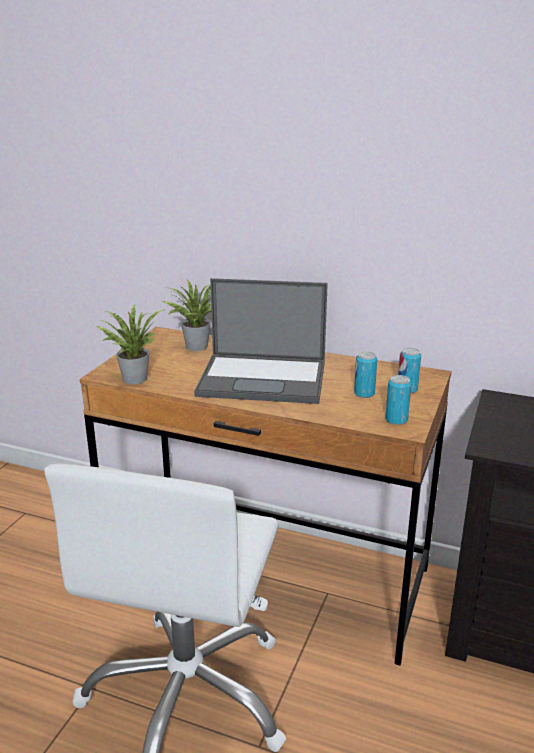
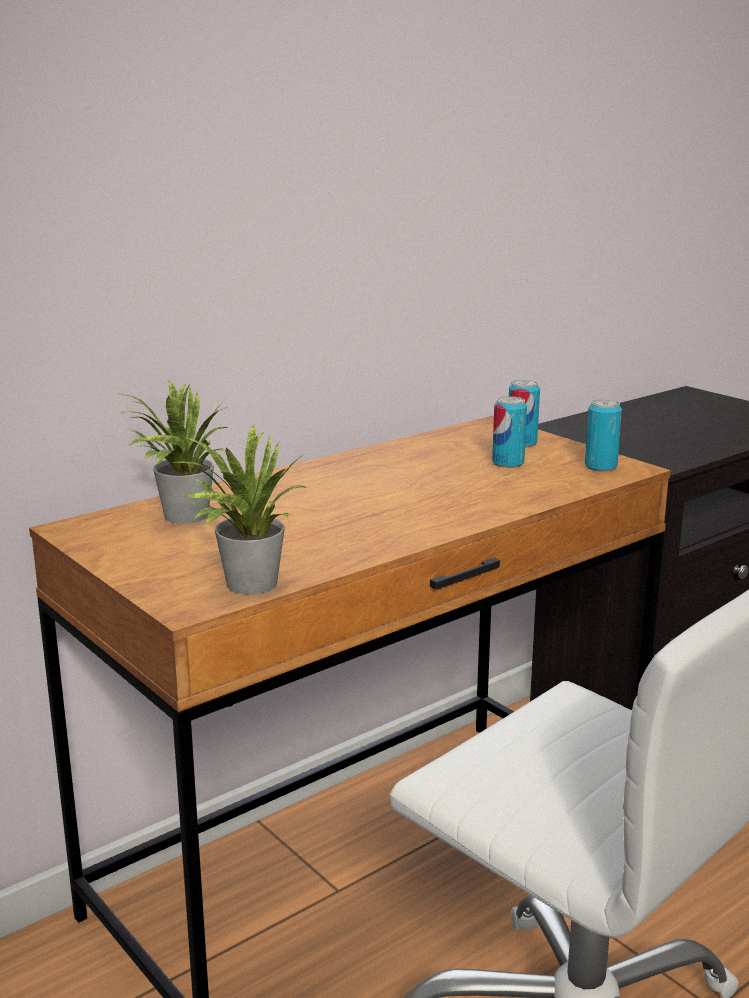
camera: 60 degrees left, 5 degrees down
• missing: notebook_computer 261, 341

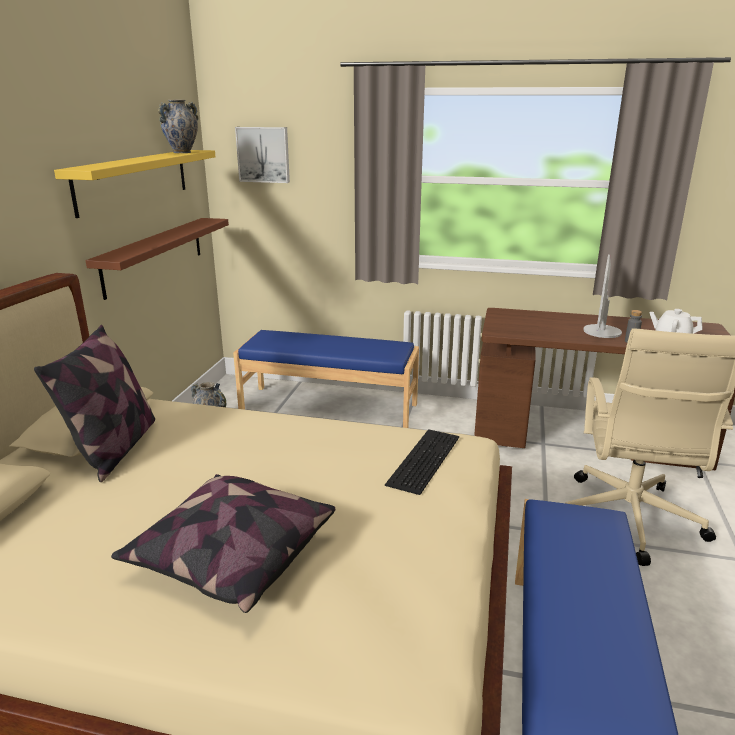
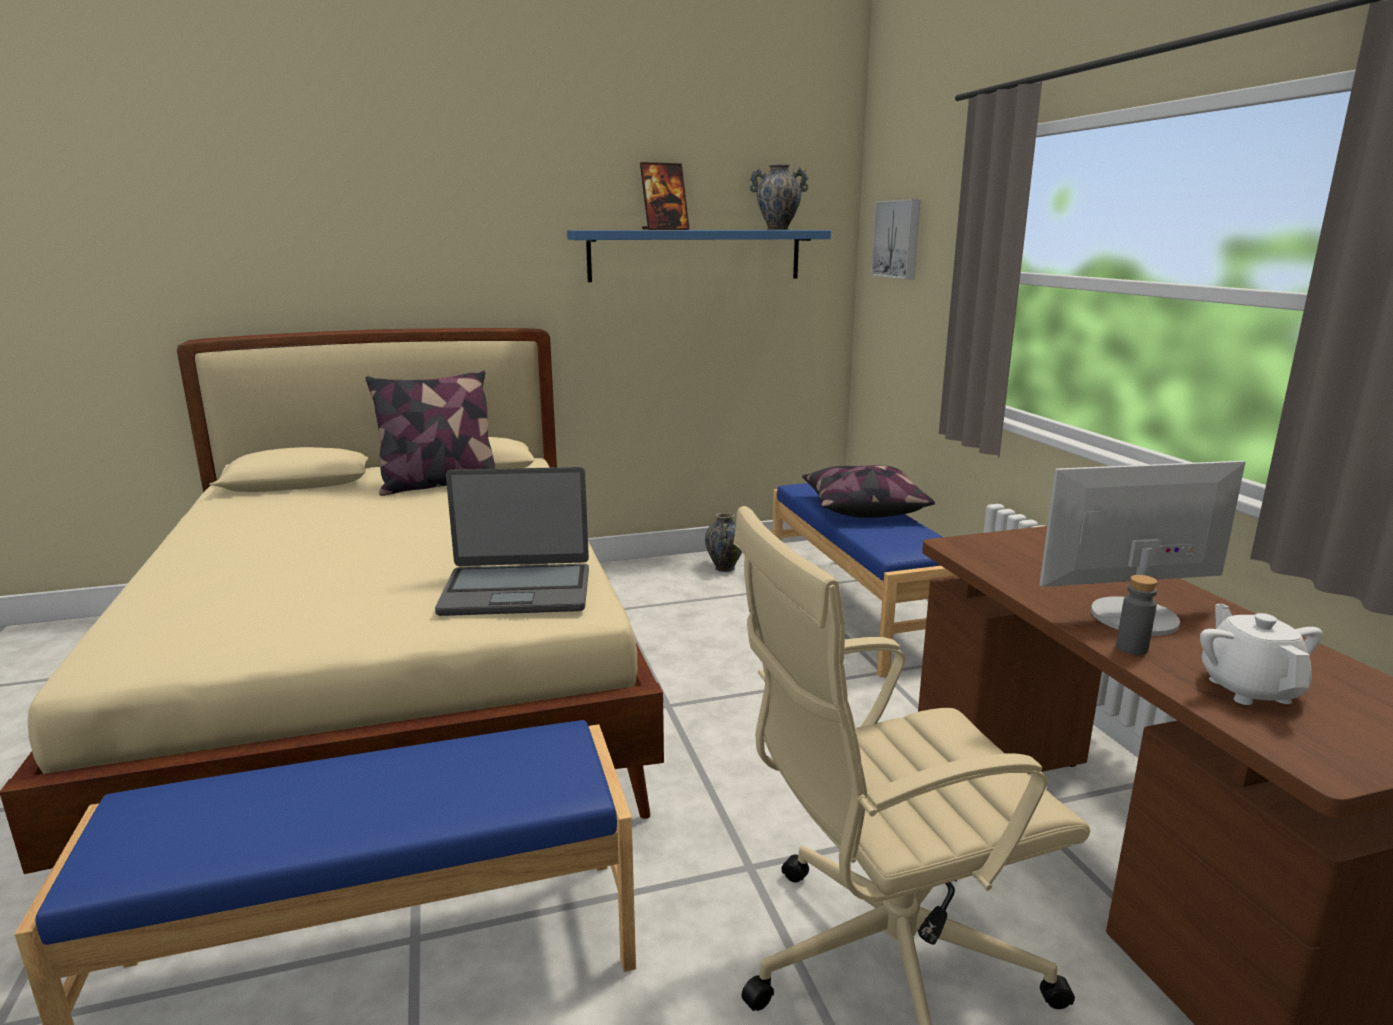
camera: 60 degrees right, 5 degrees down
• colour: yellow_wall_shelf 134, 184 to blue-coloured_wall_shelf 699, 256
• missing: brownish_wall_shelf 157, 259
• exchanged: PC_keyboard 422, 462 to notebook_computer 512, 541
• relocated: pillow 223, 543 to 868, 491
• appeared: standing_frame 665, 196

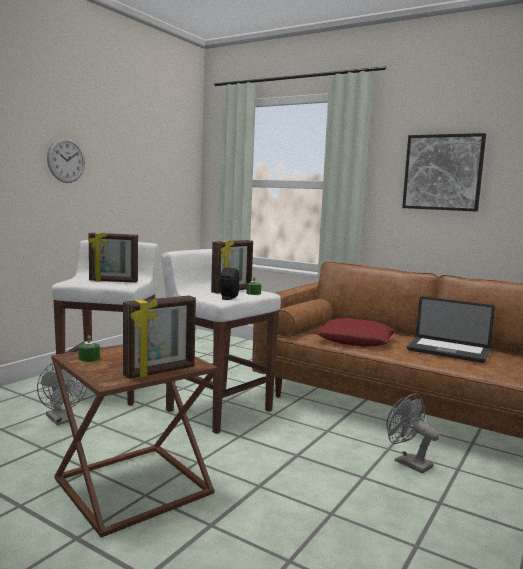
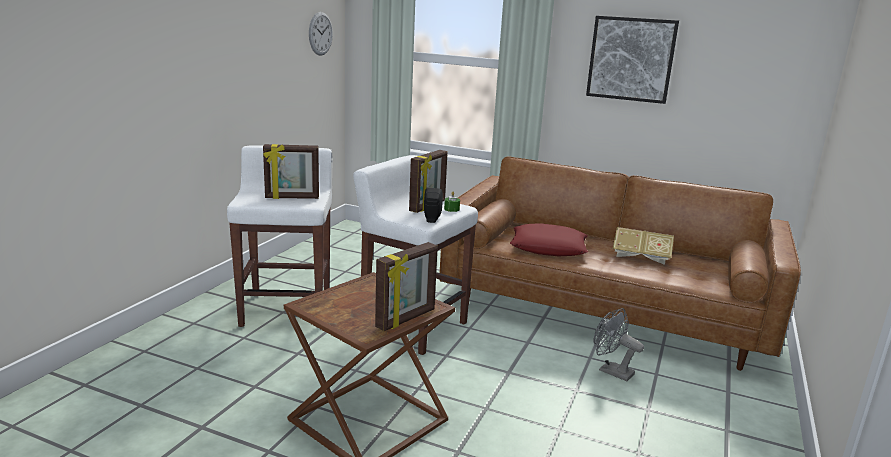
camera: 10 degrees left, 10 degrees up
• relocated: wall_clock 66, 160 to 321, 34
• exchanged: notebook_computer 451, 330 to volume 643, 246
• missing: green-coloured_wax_candle 89, 348
• missing: gray_fan 62, 394

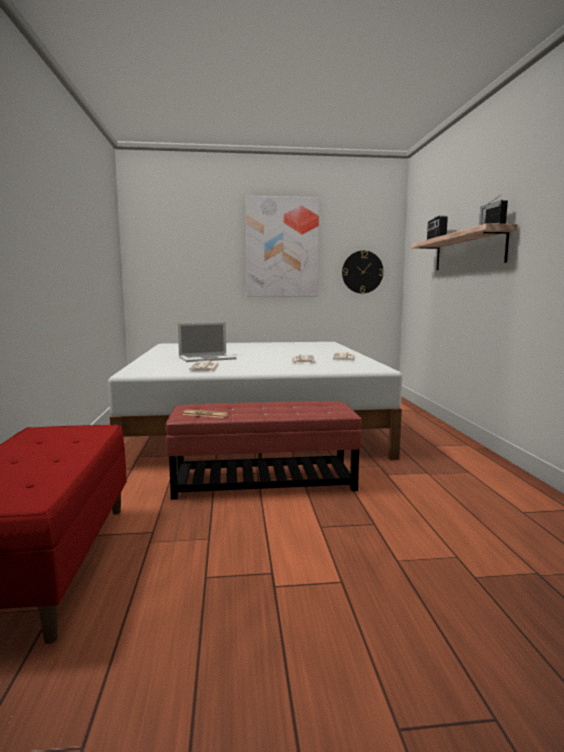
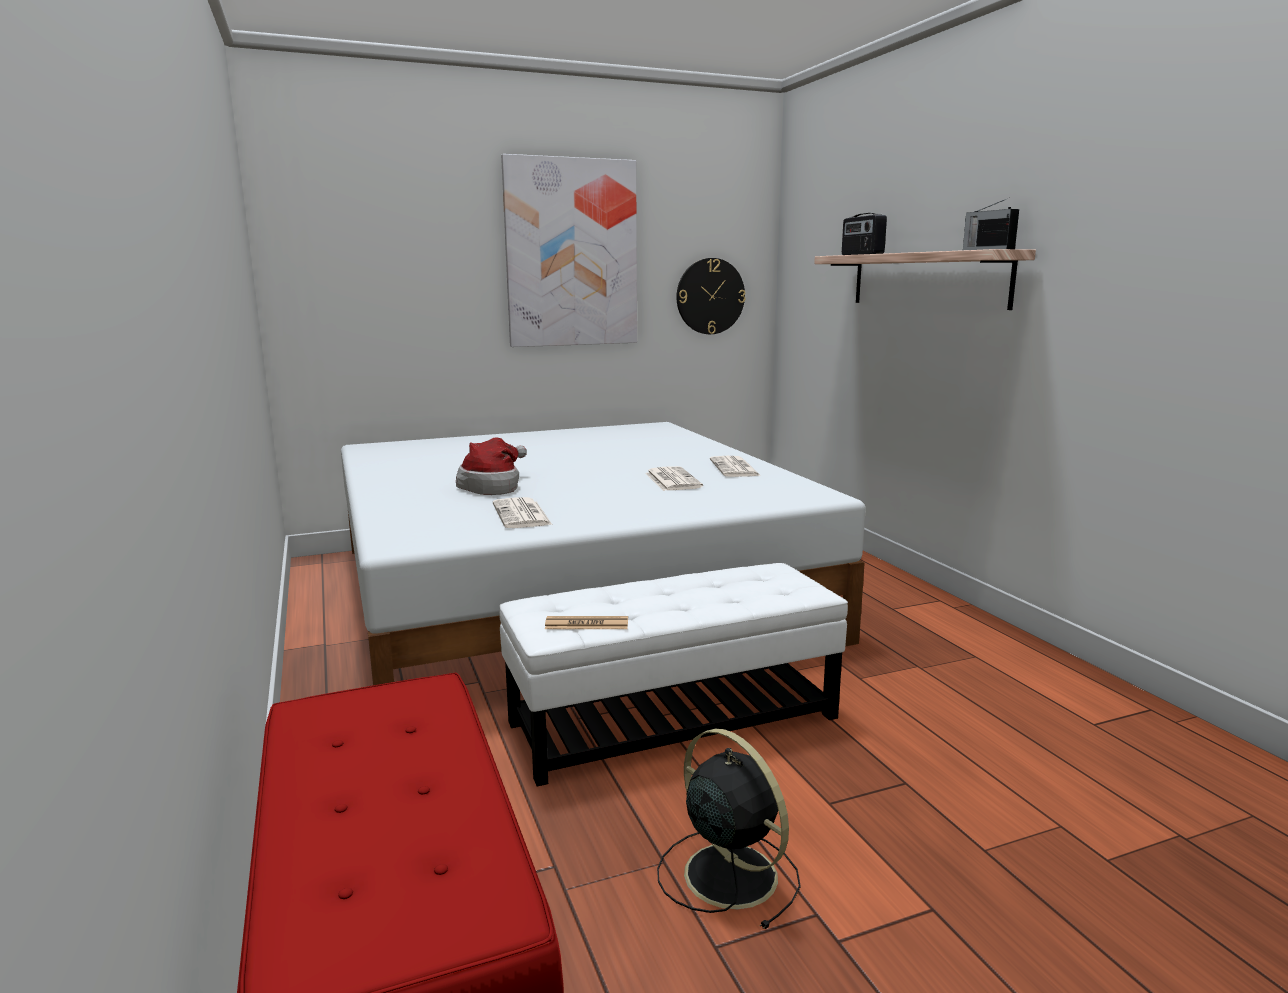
camera: 15 degrees left, 5 degrees up
• exchanged: notebook_computer 207, 342 to hat 491, 466
• colour: red-coloured_ottoman 263, 450 to white-coloured_ottoman 673, 674
• appeared: black-coloured_fan 729, 829

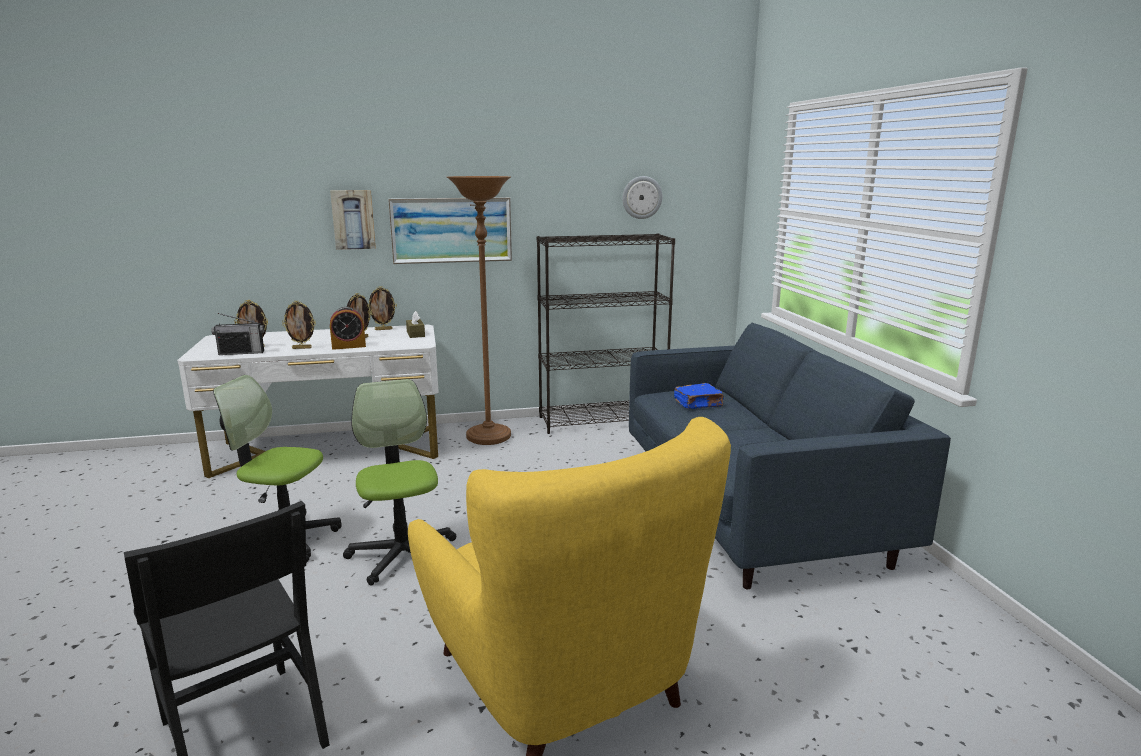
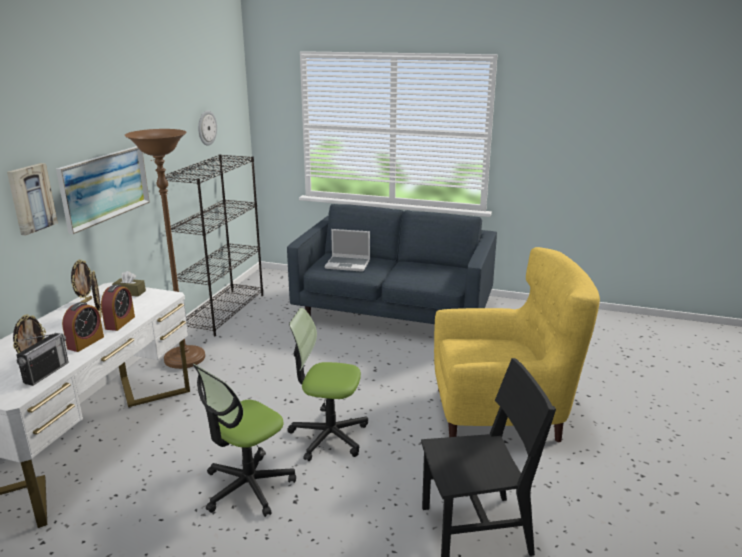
camera: 60 degrees left, 5 degrees up
• exchanged: standing_frame 299, 324 to alarm_clock 83, 327
• exchanged: blue-coloured_volume 699, 396 to notebook_computer 347, 250

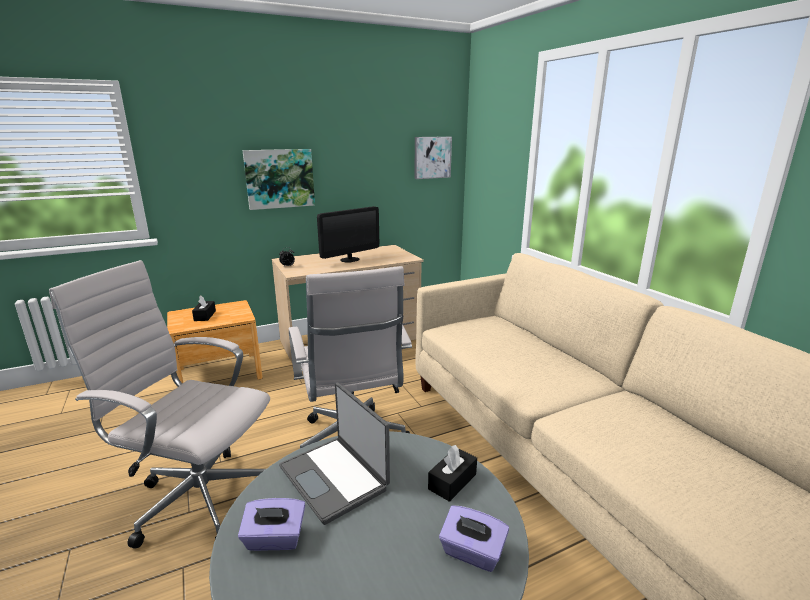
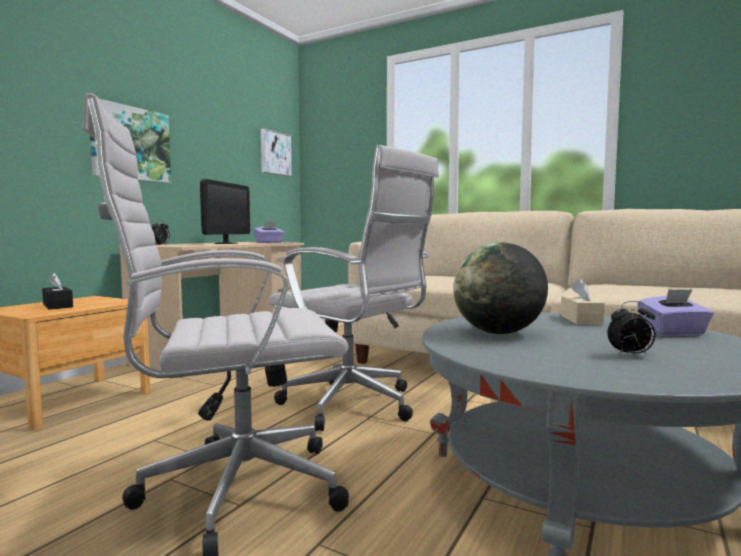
camera: 35 degrees left, 15 degrees down
• exchanged: notebook_computer 334, 454 to desk_globe 500, 288
• colour: black-coloured_tissue_holder 452, 473 to beige-coloured_tissue_holder 583, 302
• relocated: purplish_tissue_holder 271, 524 to 269, 232
• appeared: alarm_clock 631, 328

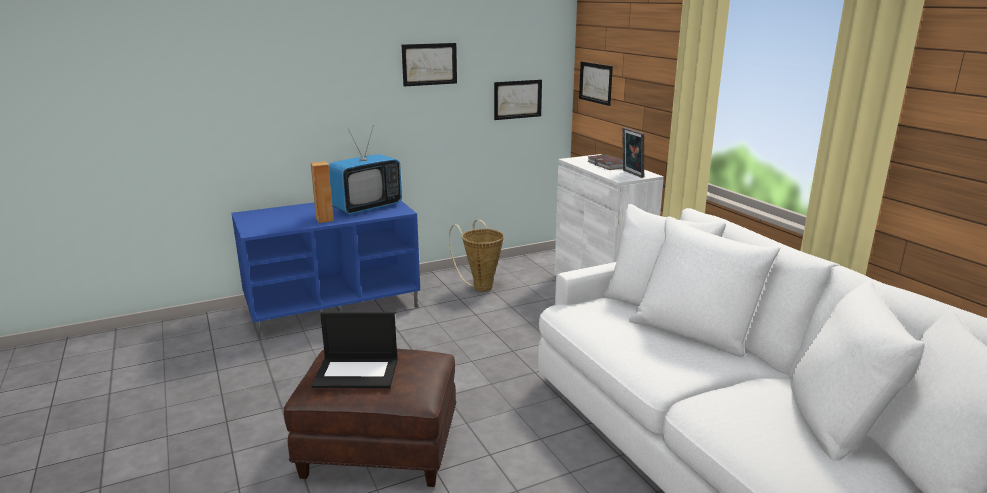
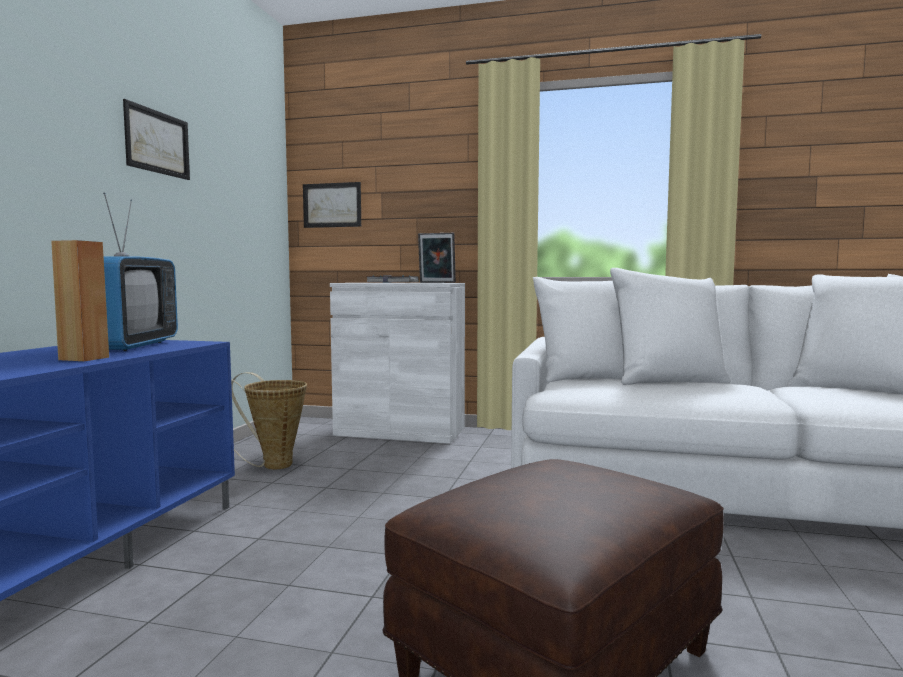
camera: 50 degrees left, 15 degrees down
• missing: picture 518, 99
• missing: notebook_computer 355, 350

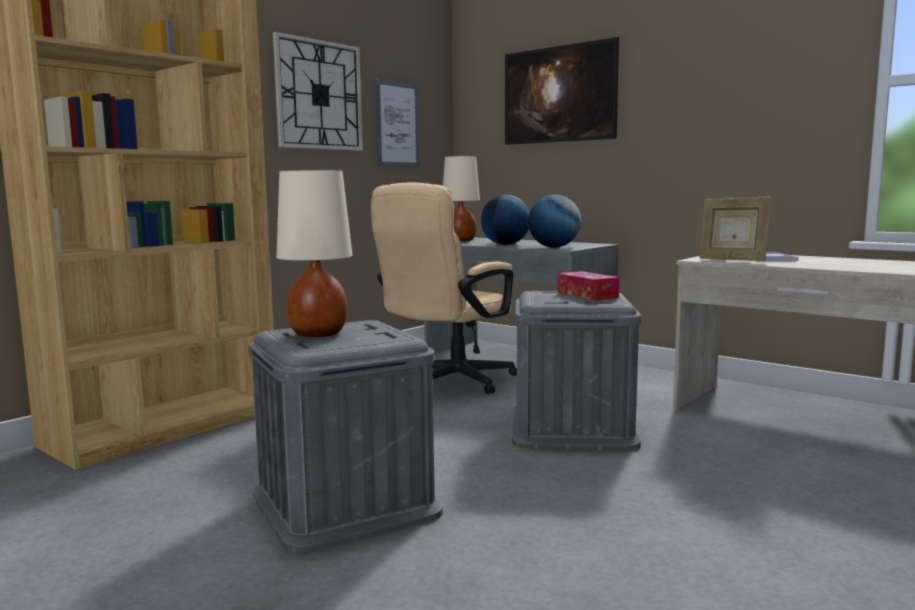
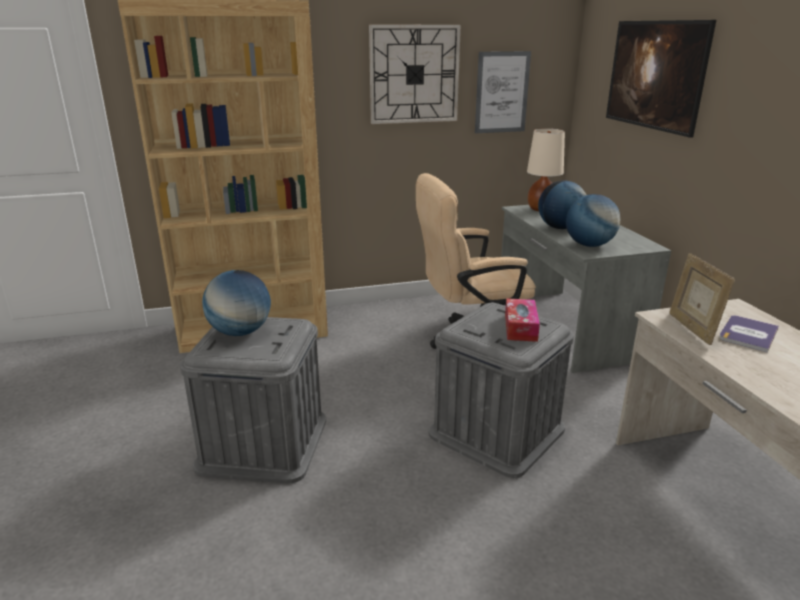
camera: 35 degrees right, 15 degrees up
• exchanged: beige-coloured_table_lamp 314, 253 to desk_globe 236, 303

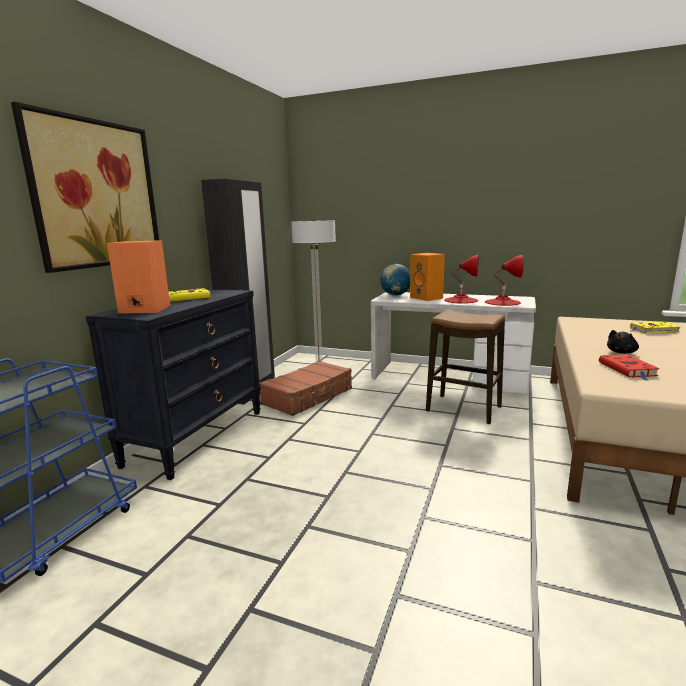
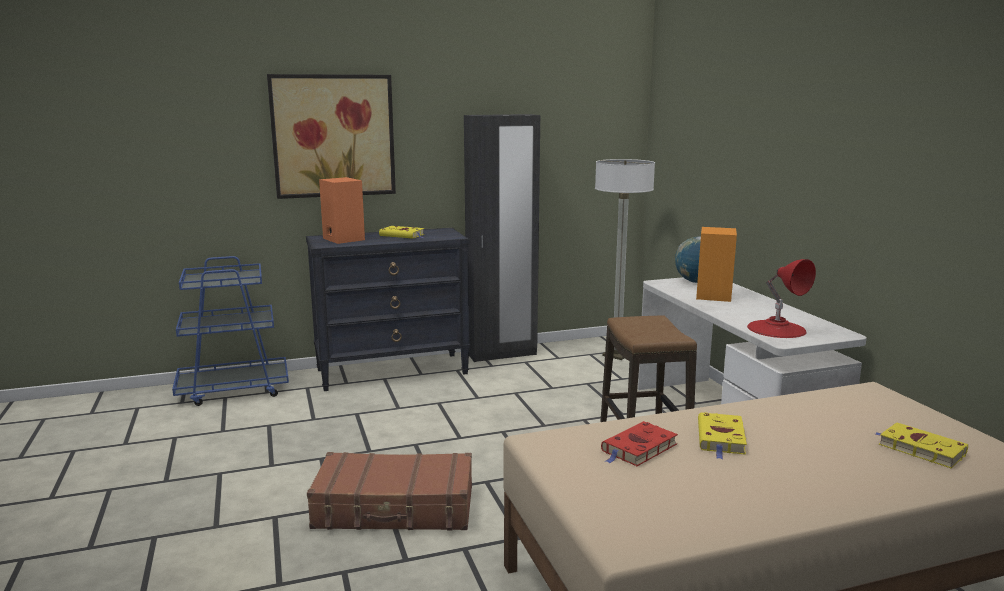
camera: 50 degrees right, 0 degrees up
• missing: red-coloured_table_lamp 461, 279
• exchanged: black-coloured_plush_toy 623, 342 to yellow_volume 722, 435
• relocated: brownish_suitcase 305, 388 to 389, 491

